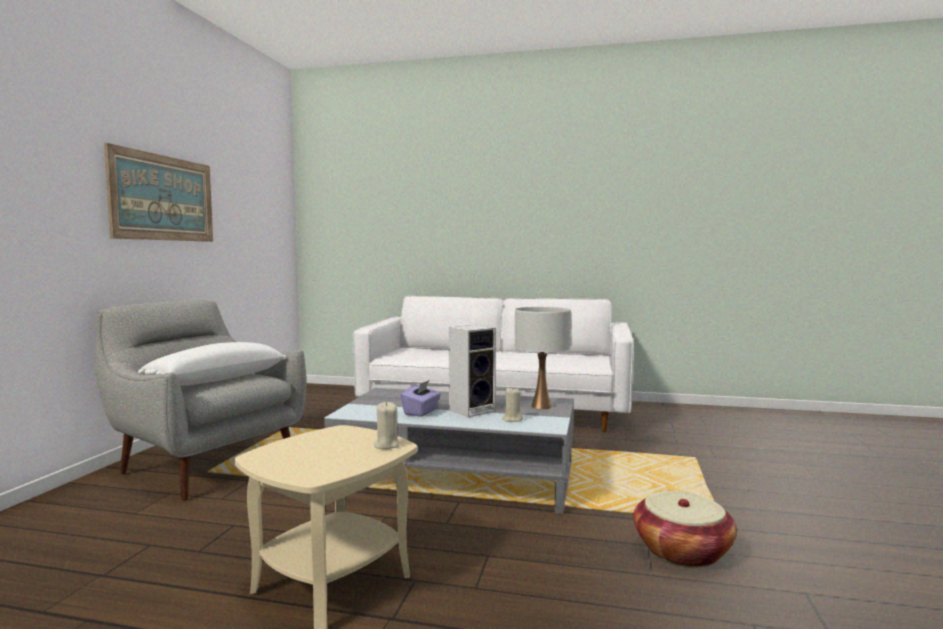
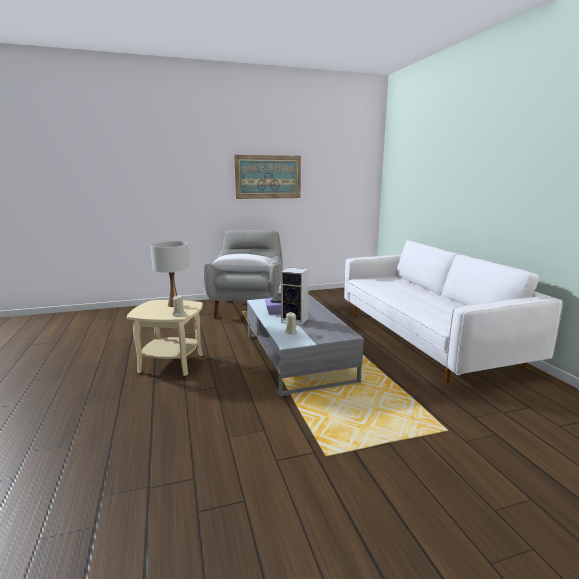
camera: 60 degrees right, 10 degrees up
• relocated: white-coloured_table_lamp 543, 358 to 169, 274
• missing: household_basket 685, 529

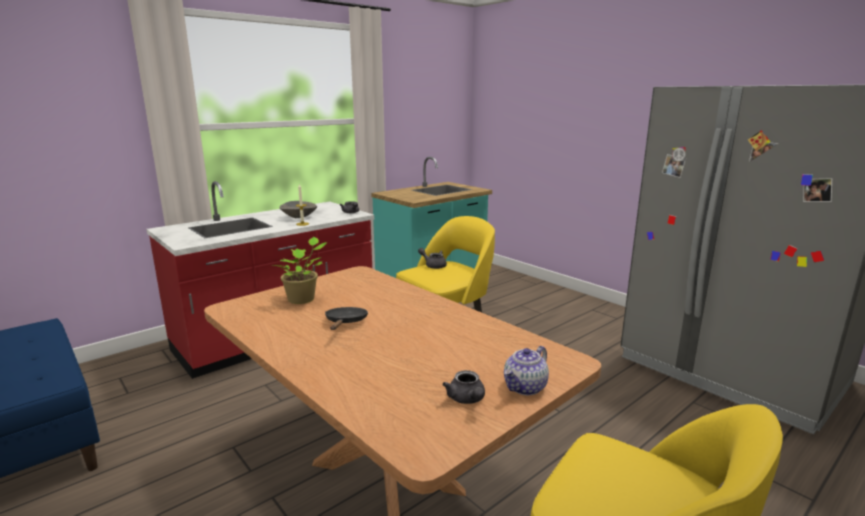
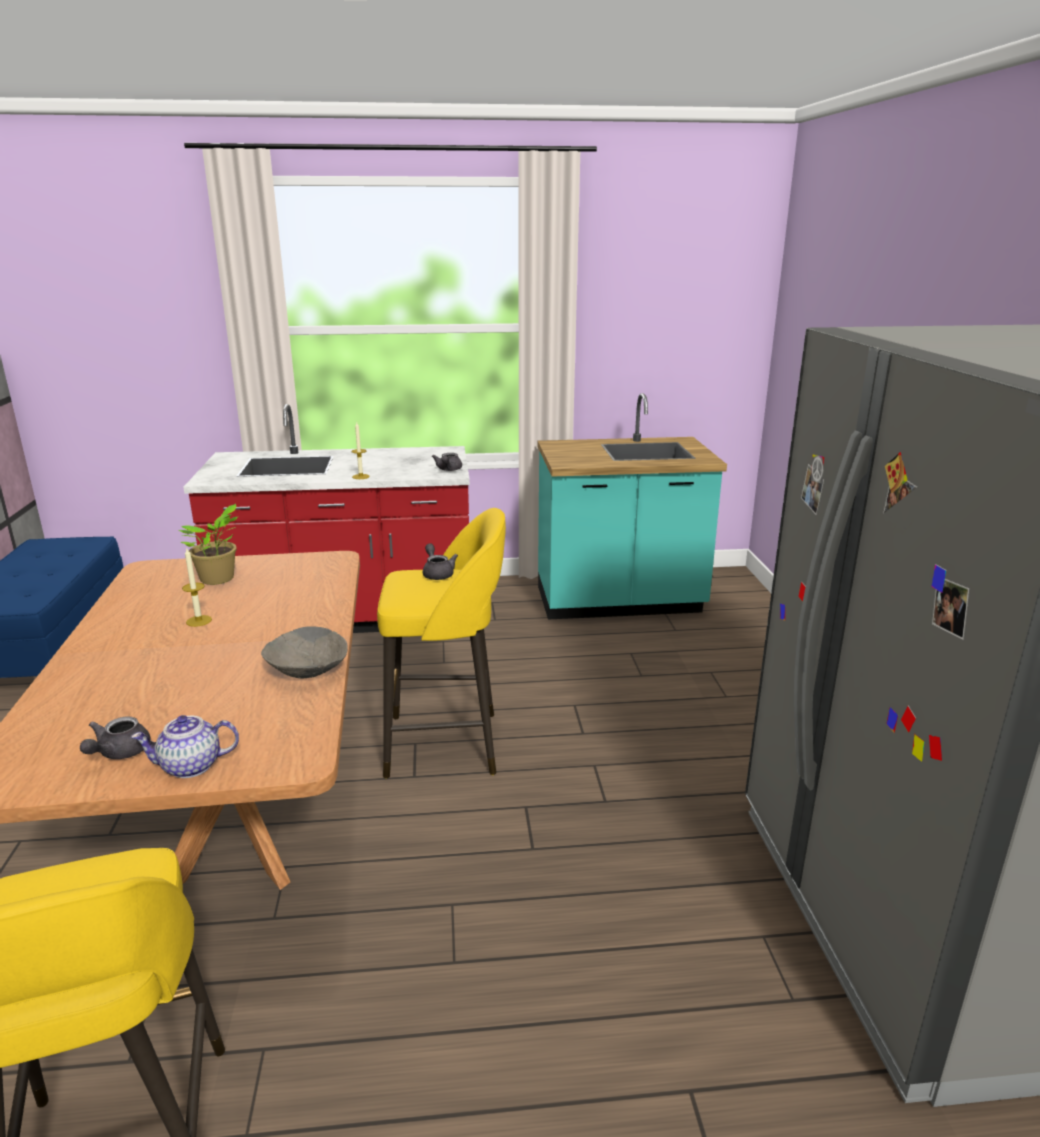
camera: 35 degrees right, 5 degrees up
• relocated: gray_bowl 298, 209 to 304, 652
• exchanged: black-coloured_skillet 346, 318 to wax_candle 197, 587

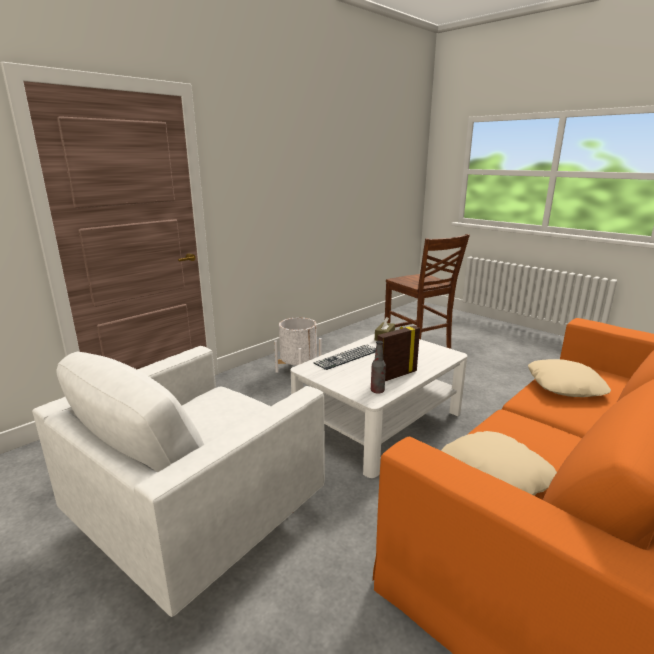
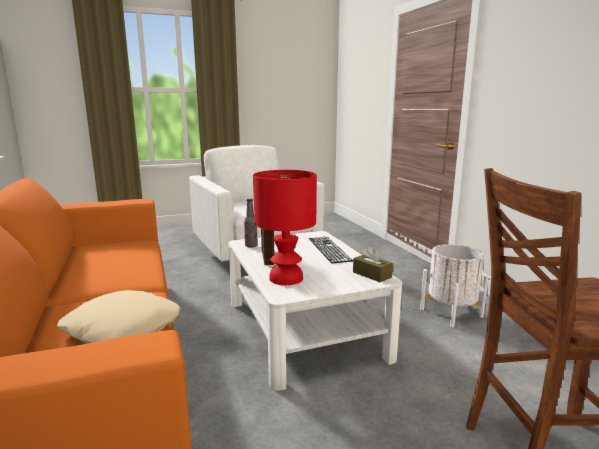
camera: 115 degrees right, 5 degrees down
• missing: beige-coloured_pillow 499, 463
• appeared: red-coloured_table_lamp 285, 227

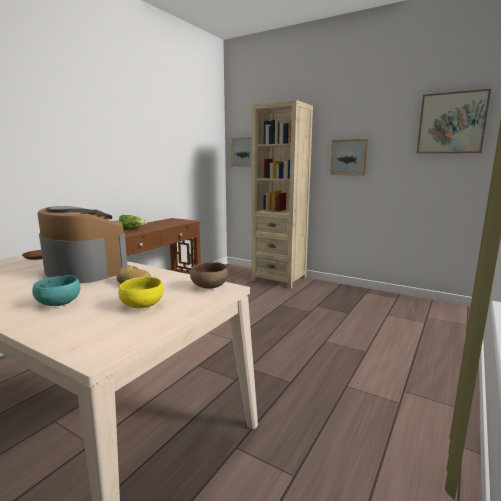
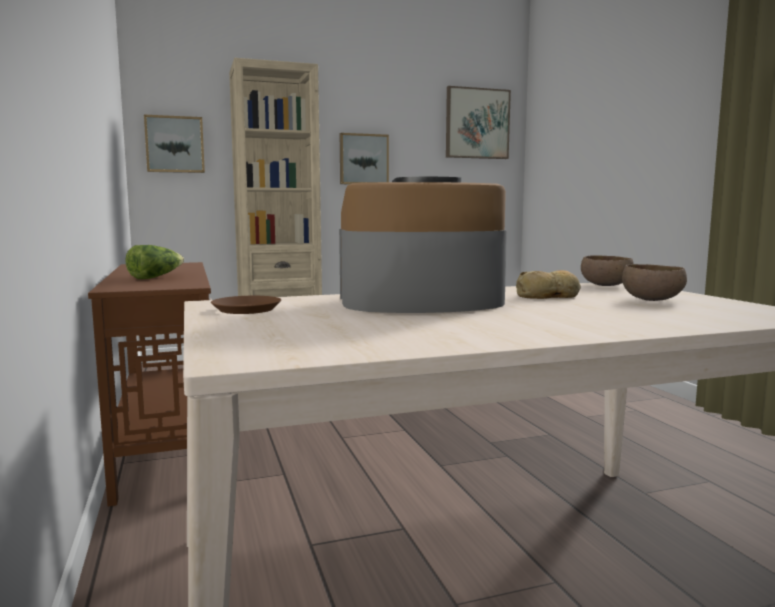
camera: 50 degrees left, 5 degrees down
• missing: turquoise_bowl 56, 290
• colour: yellow_bowl 141, 292 to brownish_bowl 654, 282

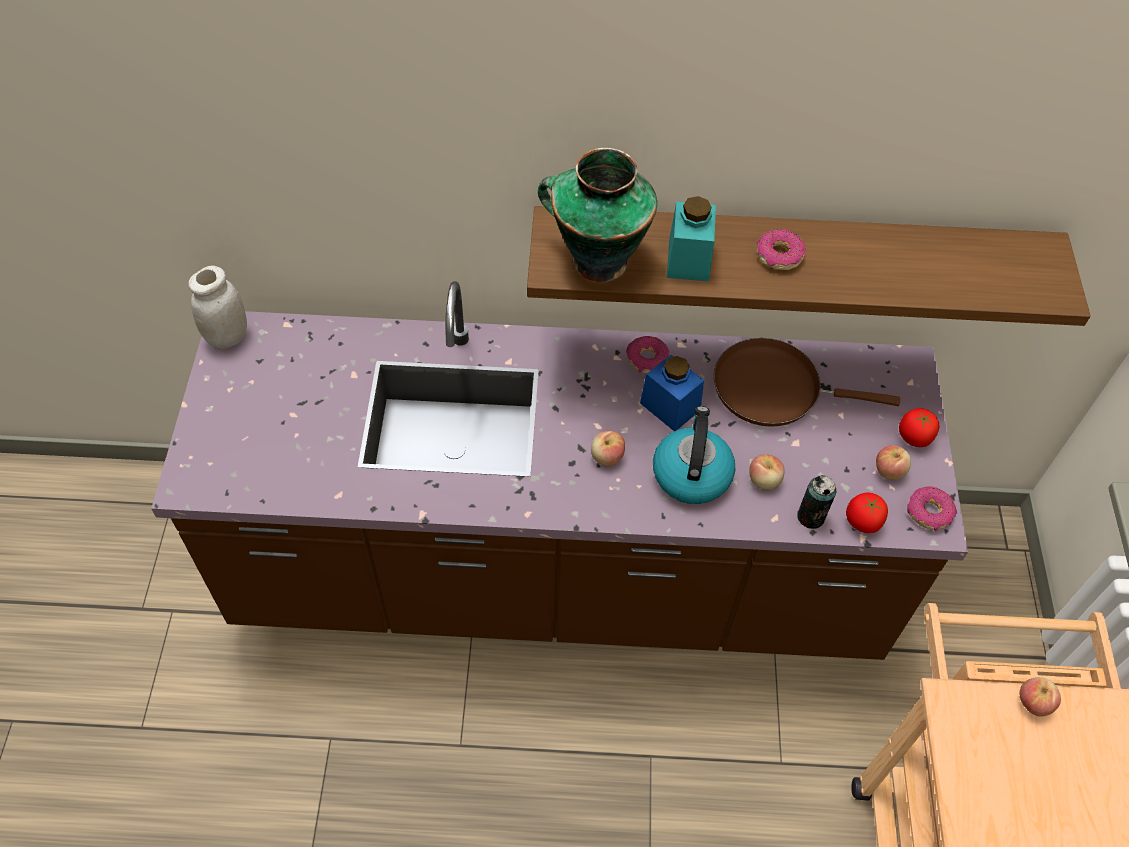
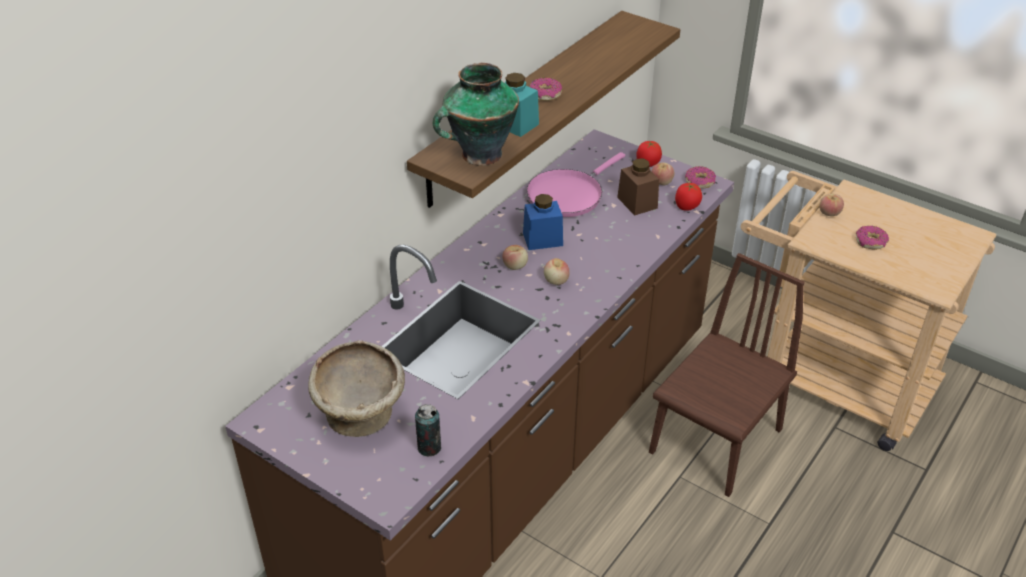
camera: 55 degrees left, 15 degrees down
• missing: white-coloured_jar 217, 308
• relocated: ring_doughnut 647, 354 to 872, 238
• colour: brownish_skillet 807, 382 to pink_skillet 575, 184
• missing: kettle 694, 455
• relocated: whole_apple 767, 472 to 515, 257
• relocated: sealed_can 816, 502 to 428, 430
• appeared: brownish_jar 638, 187
• appeared: brownish_chair 727, 375
• appeared: beige-coloured_bowl 356, 388

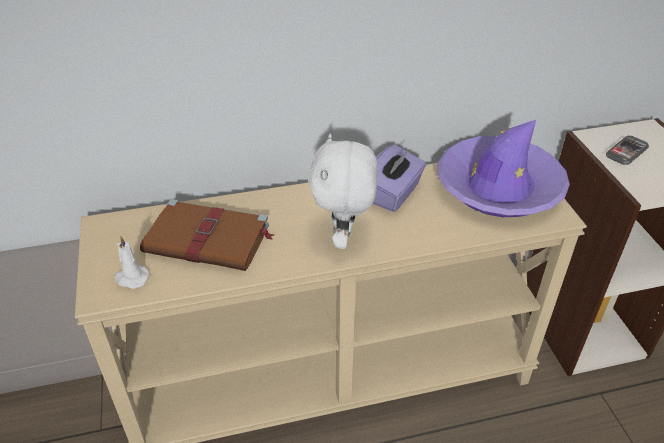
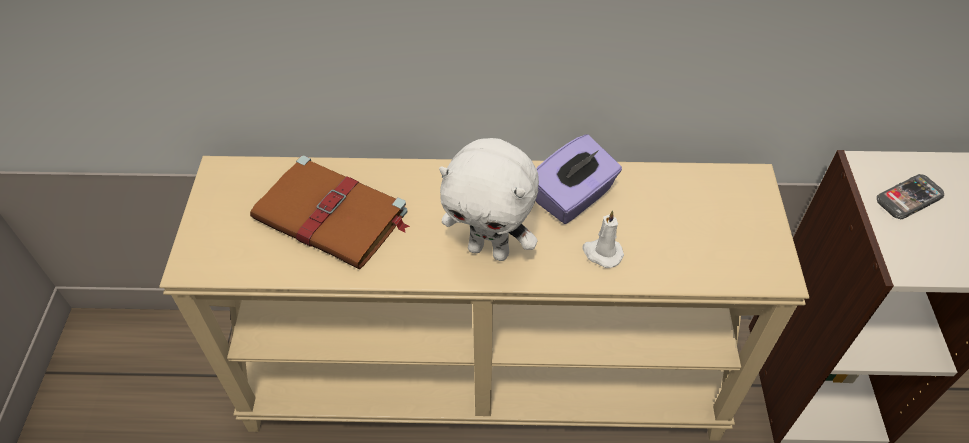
camera: 15 degrees right, 10 degrees up
• missing: purplish_hat 504, 168
• spun: white-coloured_plush_toy 343, 191 = 489, 199 90 degrees counterclockwise
• relocated: white-coloured_wax_candle 132, 262 to 603, 239

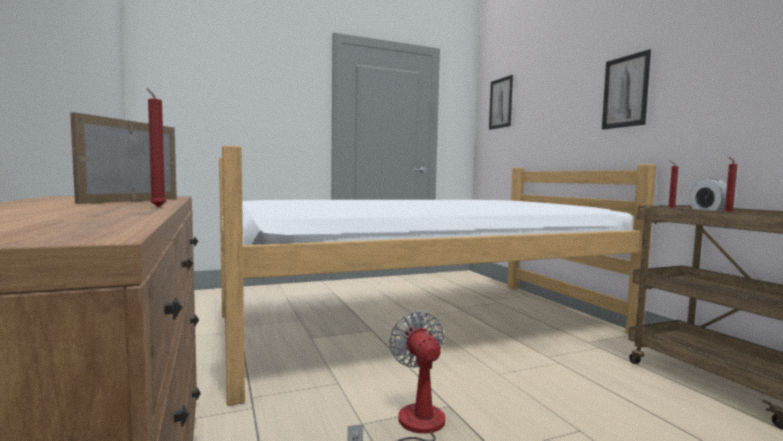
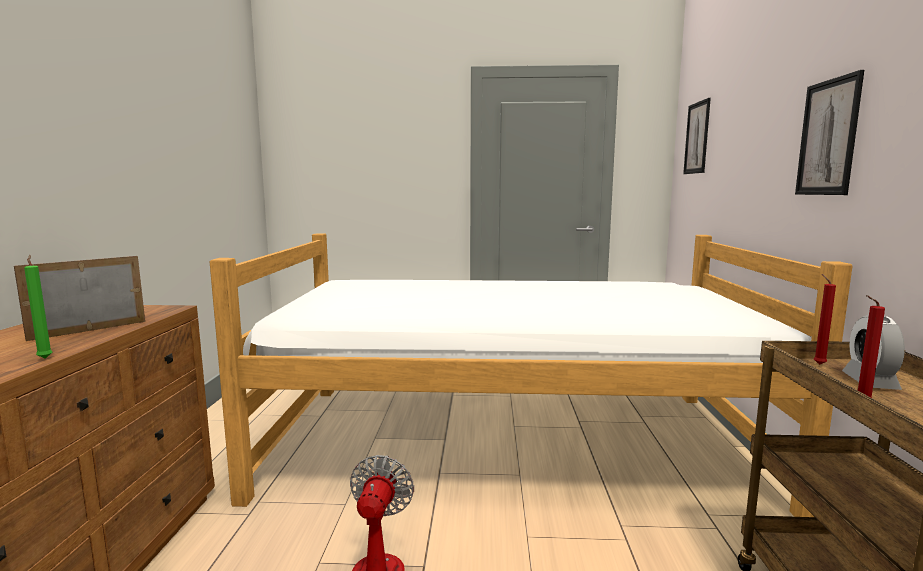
camera: 25 degrees right, 5 degrees up
• colour: red-coloured_wax_candle 156, 148 to green-coloured_wax_candle 38, 307

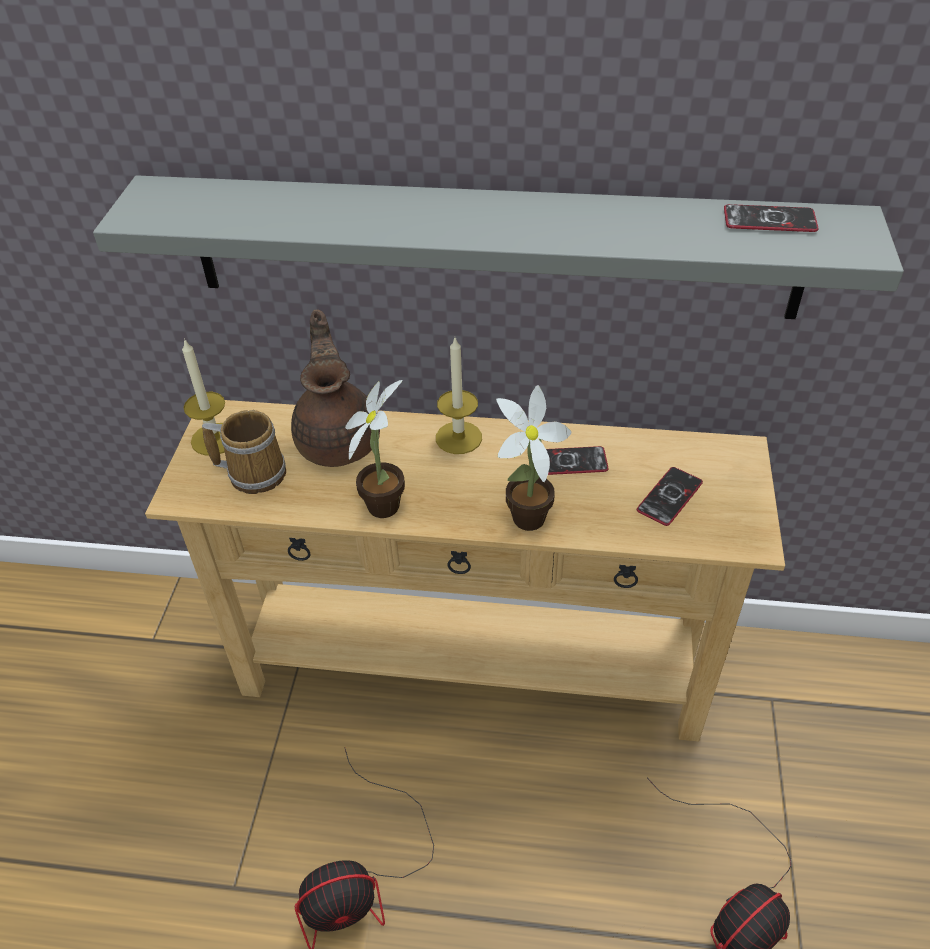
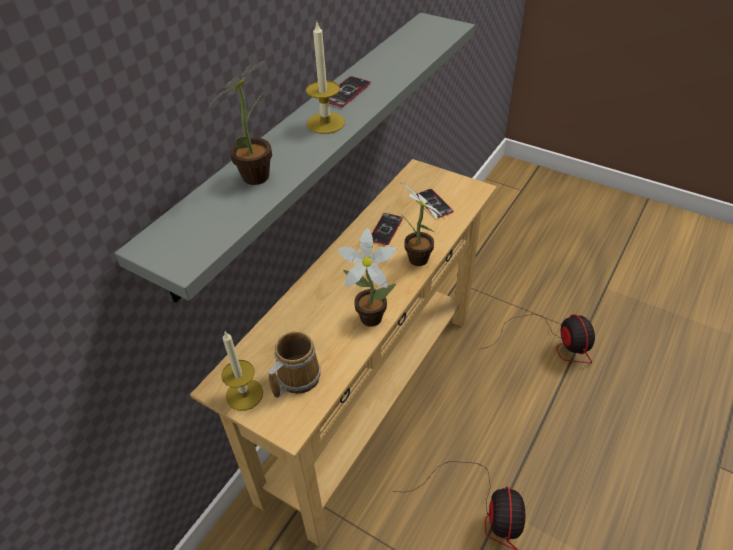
camera: 65 degrees left, 0 degrees up
• relocated: handset 771, 218 to 350, 91
• missing: brownish_teapot 335, 388
• relocated: wax_candle 459, 396 to 325, 77
• appeared: houseplant 238, 120

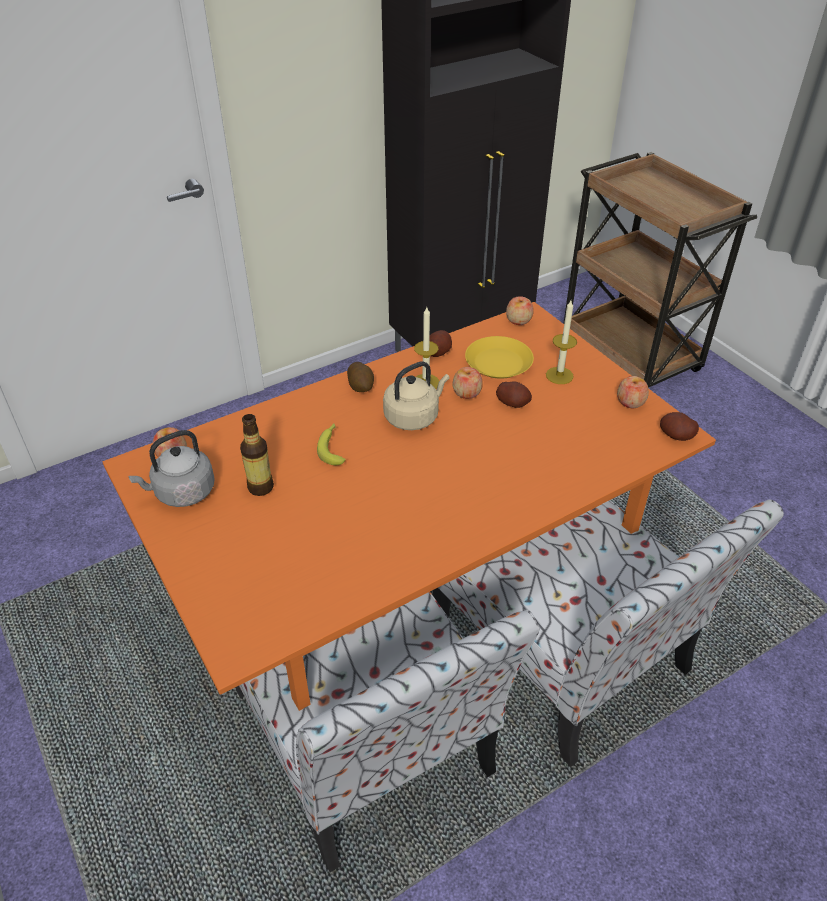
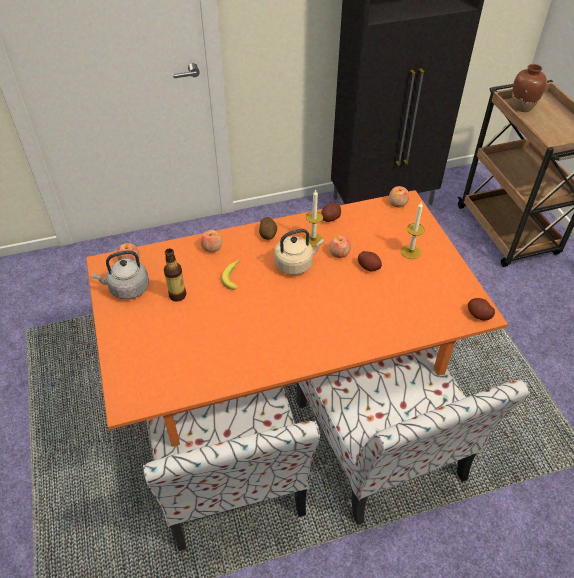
camera: 15 degrees right, 5 degrees up
• missing: yellow_dinner_plate 499, 357
• relocated: whole_apple 633, 392 to 211, 241
• appeared: brownish_decorative_vase 529, 88

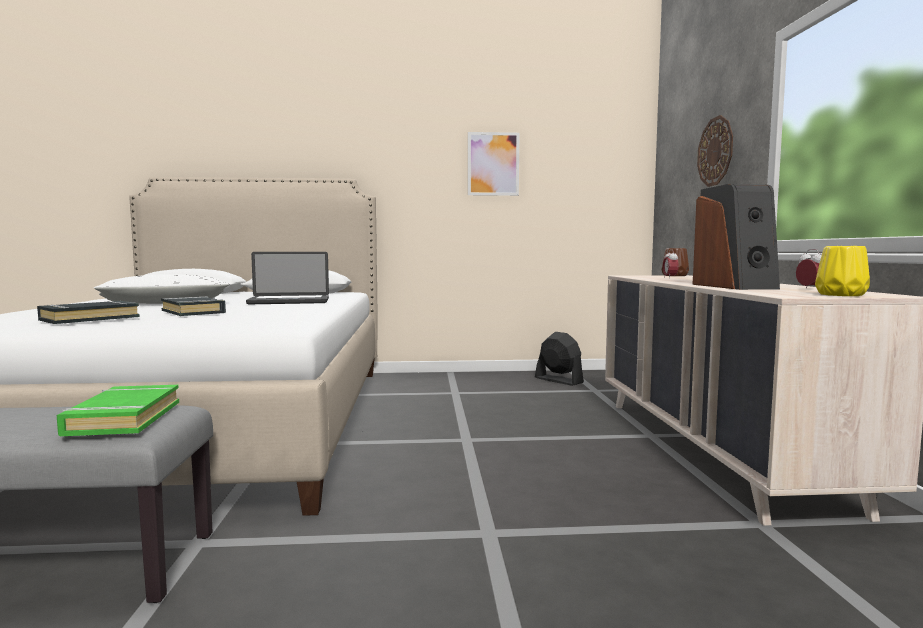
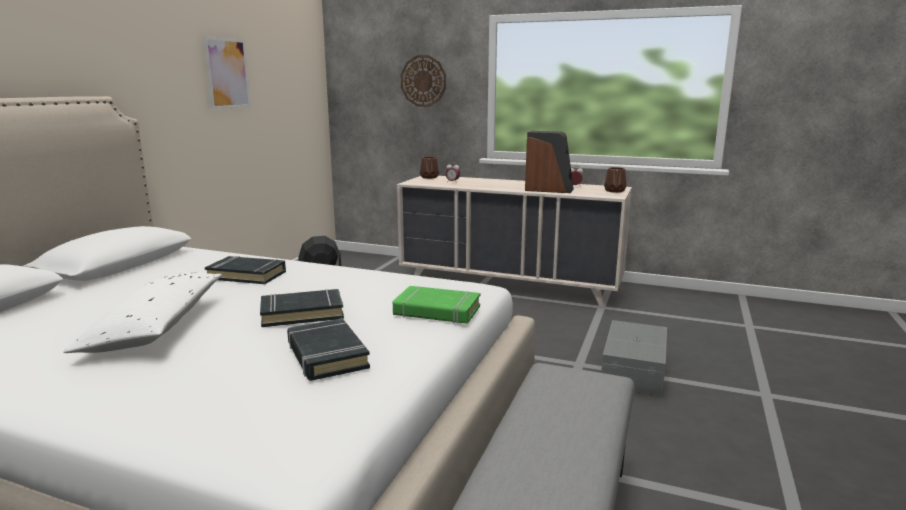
camera: 65 degrees left, 10 degrees up
• colour: yellow_decorative_vase 842, 271 to brownish_decorative_vase 615, 180
• exchanged: notebook_computer 287, 278 to black-coloured_volume 245, 270
• relocated: green-coloured_volume 118, 410 to 437, 305
• appeared: gray_storage_container 634, 358

